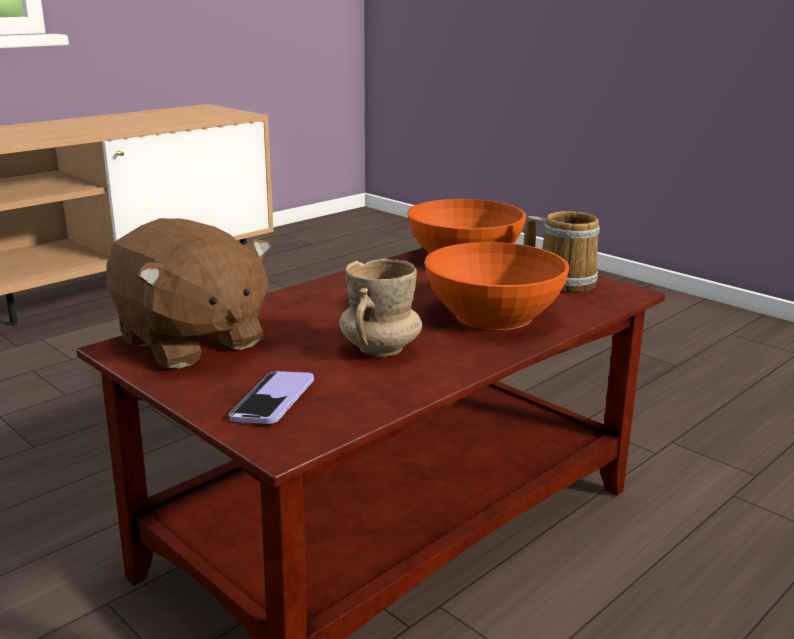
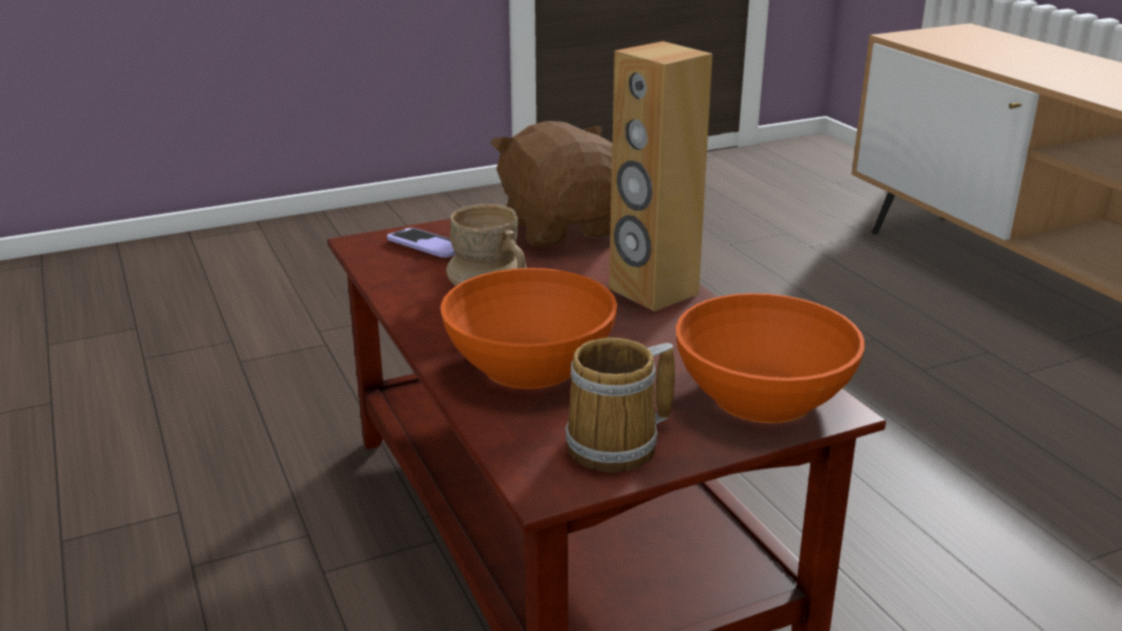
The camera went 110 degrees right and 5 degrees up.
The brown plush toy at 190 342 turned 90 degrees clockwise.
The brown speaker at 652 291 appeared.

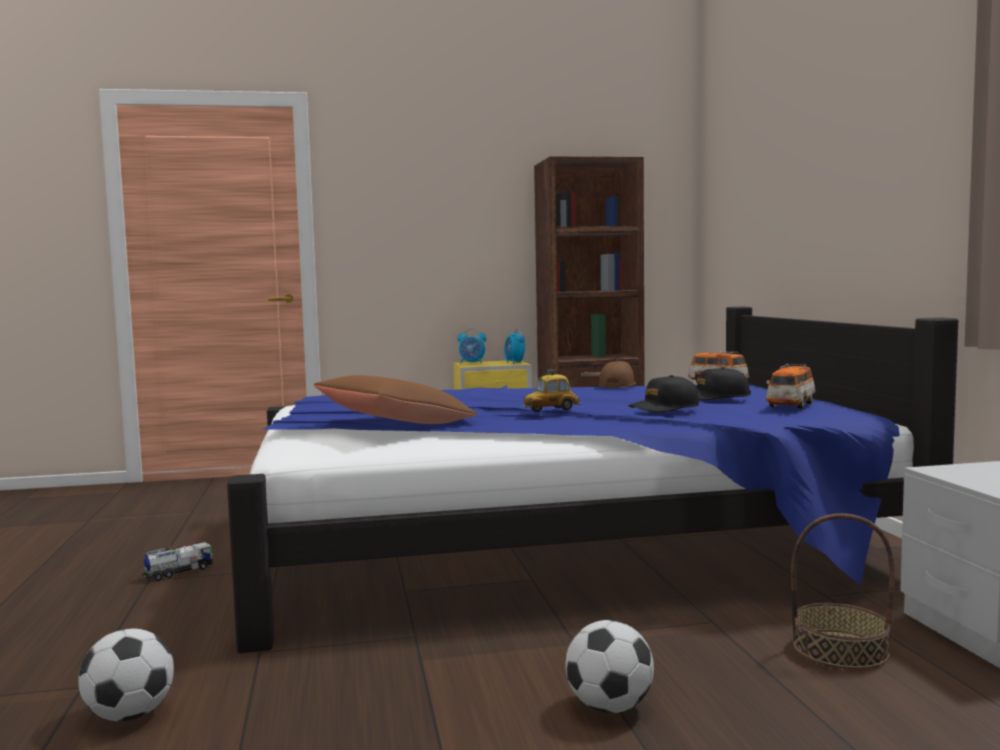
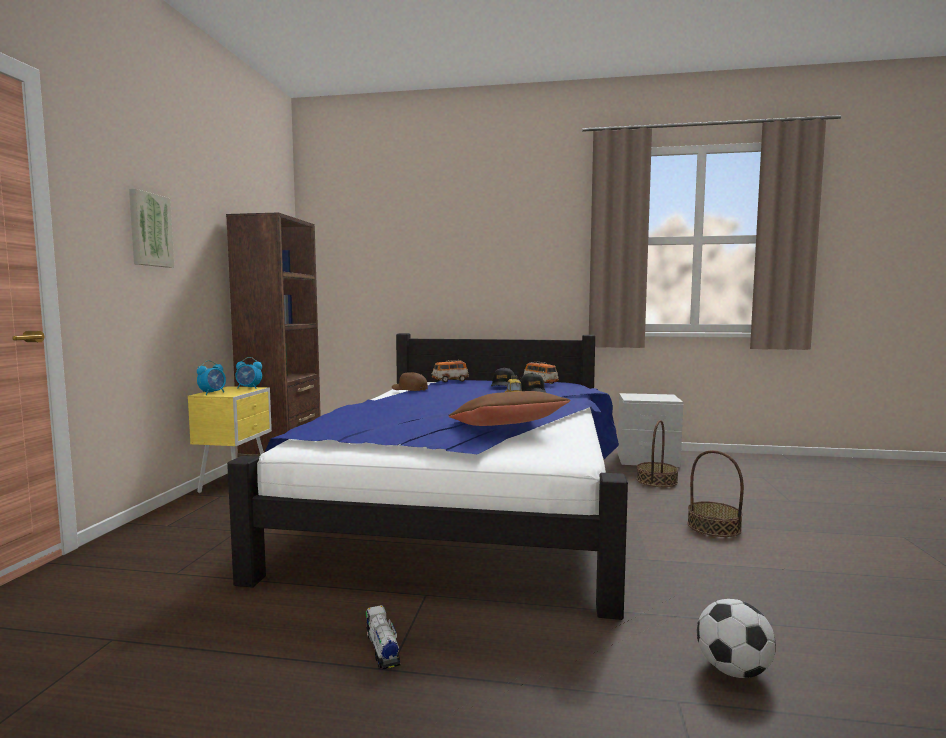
The camera went 70 degrees left and 0 degrees up.
The football at 609 707 was replaced by the basket at 714 527.
The picture at 149 230 appeared.

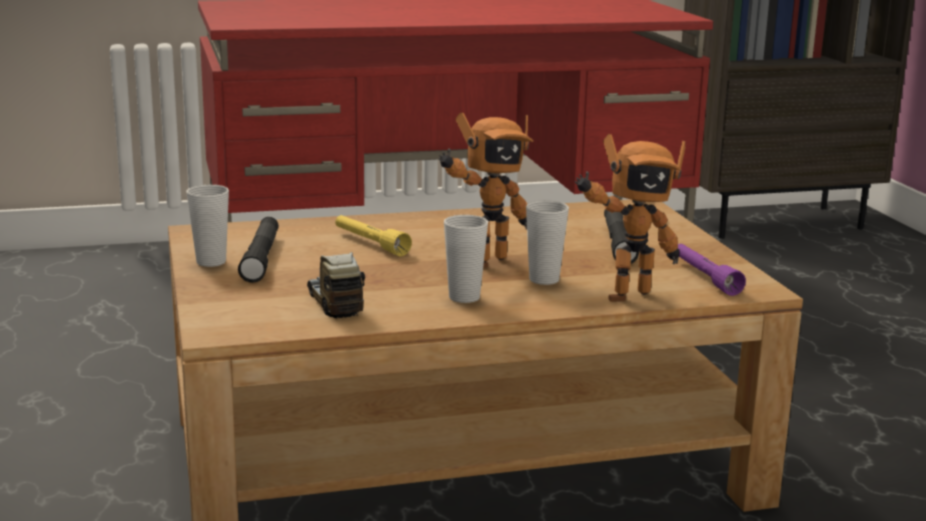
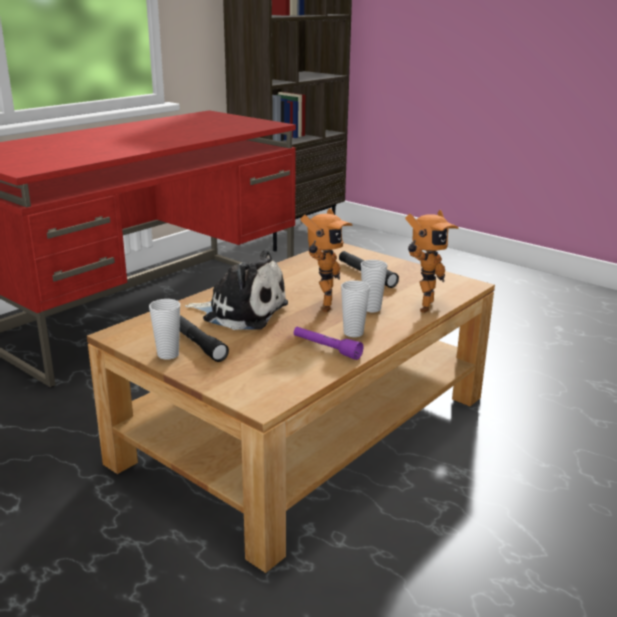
The camera went 35 degrees left and 5 degrees up.
The toy truck at 335 304 disappeared.
The yellow flashlight at 370 243 was replaced by the plush toy at 241 312.
The purple flashlight moved from 705 277 to 326 348.

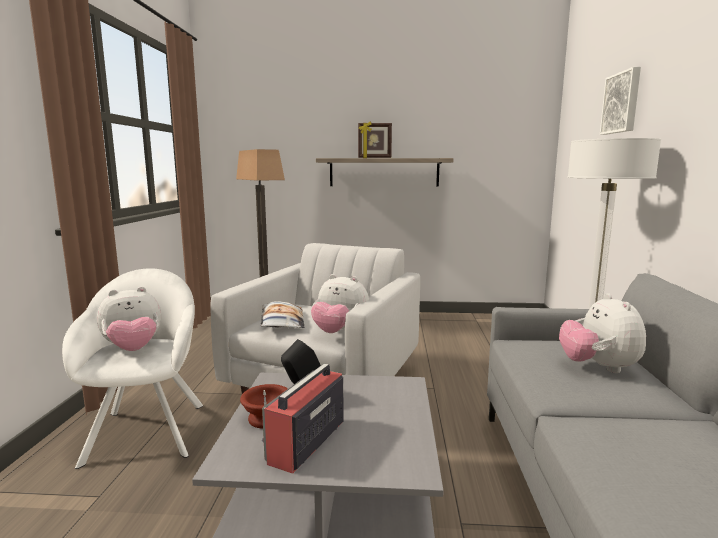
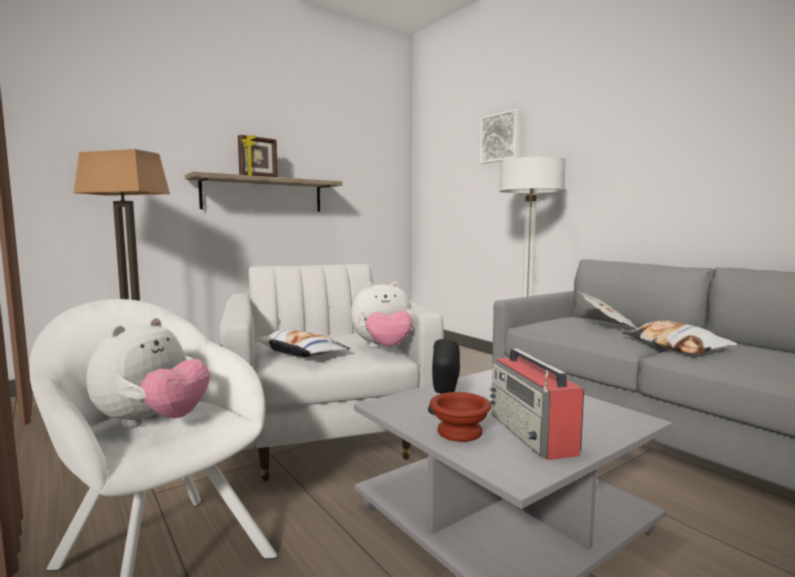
The camera went 40 degrees left and 5 degrees down.
The plush toy at 598 367 was replaced by the newspaper at 608 327.
The pillow at 675 346 appeared.

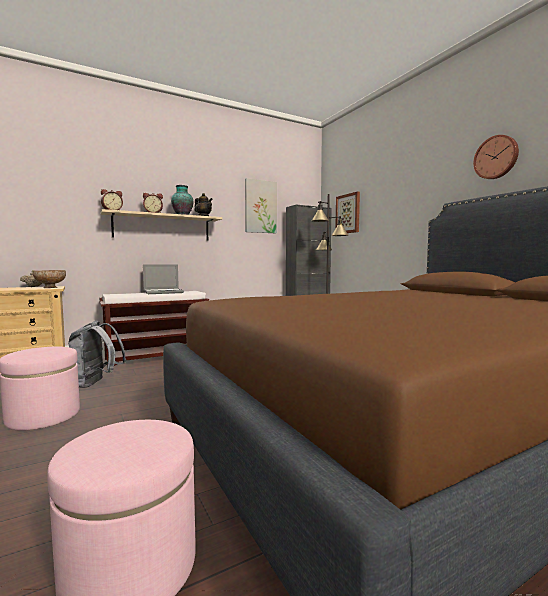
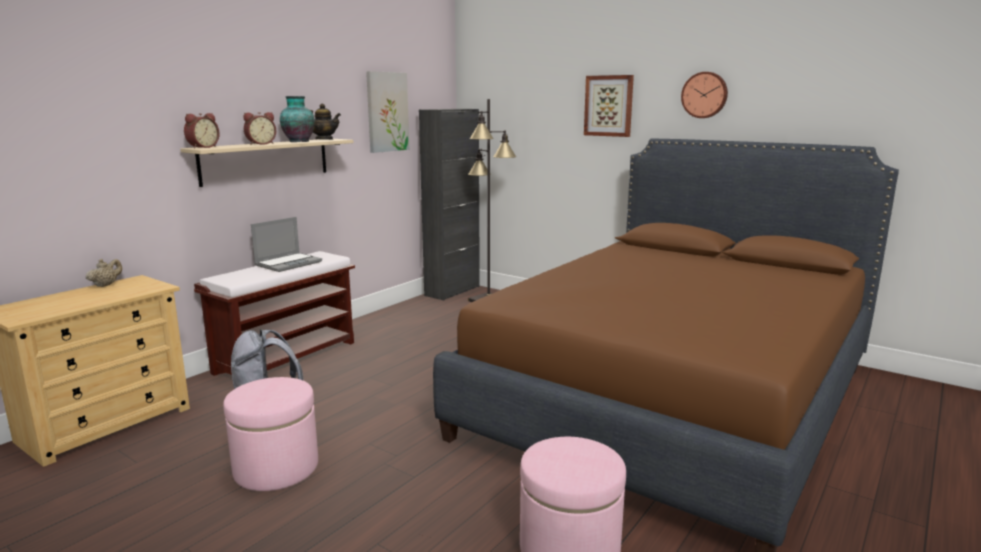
The camera went 25 degrees left and 10 degrees up.
The bowl at 50 287 disappeared.
The picture moved from 348 214 to 609 106.

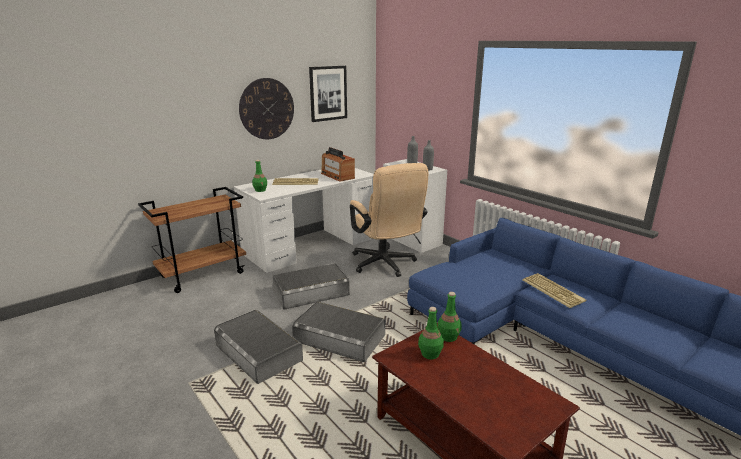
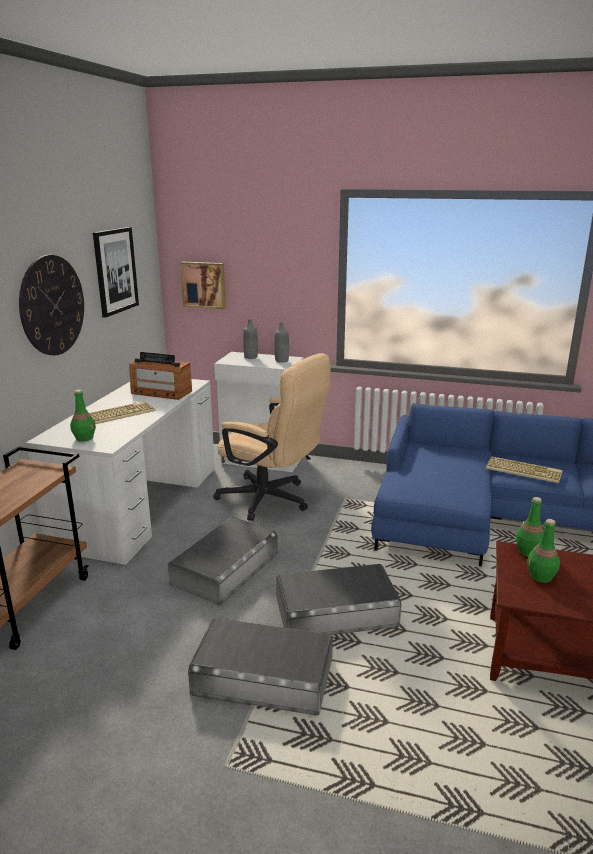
The camera went 35 degrees left and 0 degrees up.
The picture at 204 284 appeared.

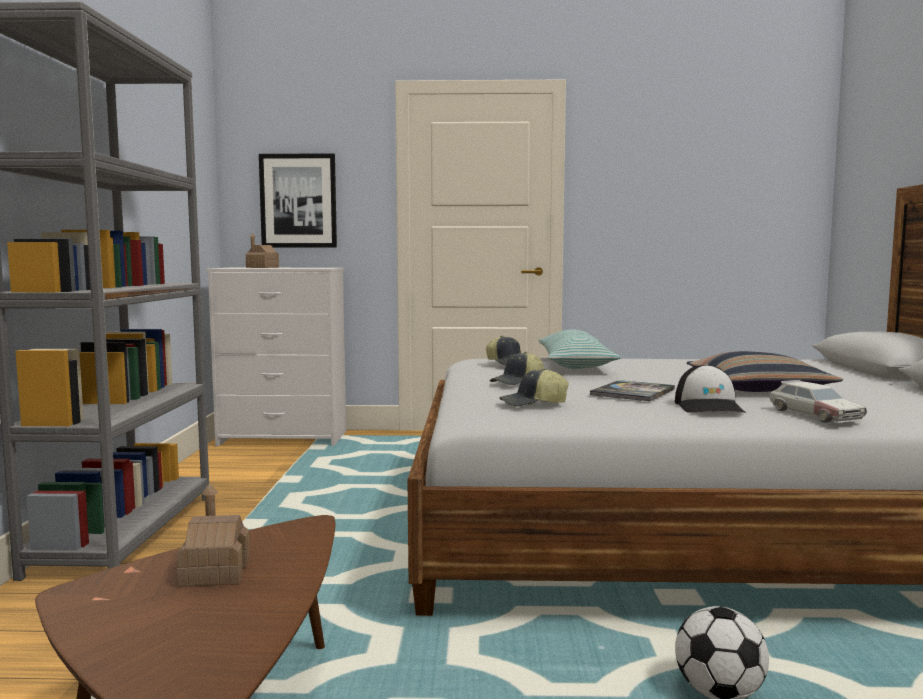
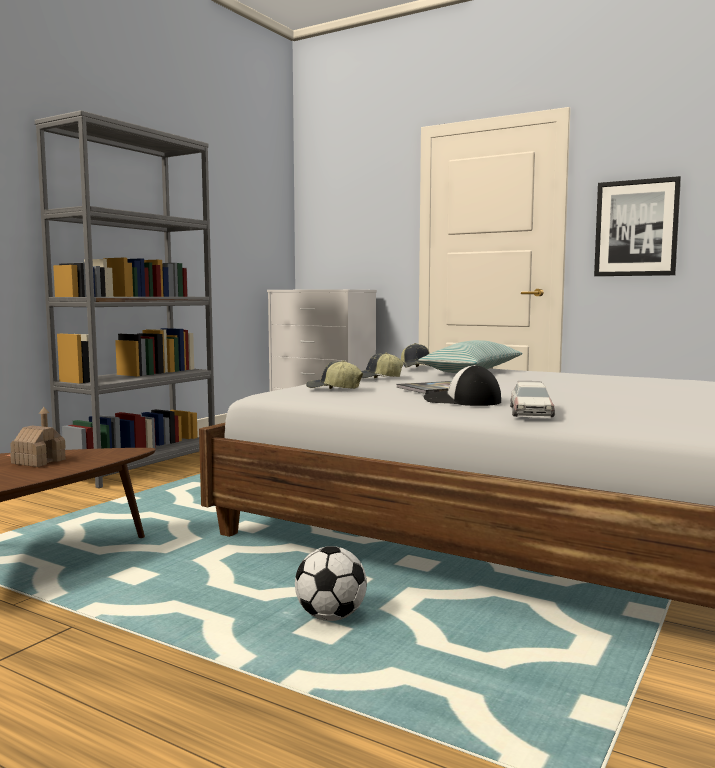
The camera went 30 degrees right and 0 degrees up.
The toy house at 262 267 disappeared.
The picture moved from 298 201 to 636 228.
The cap at 709 407 turned 90 degrees clockwise.
The pillow at 758 388 disappeared.

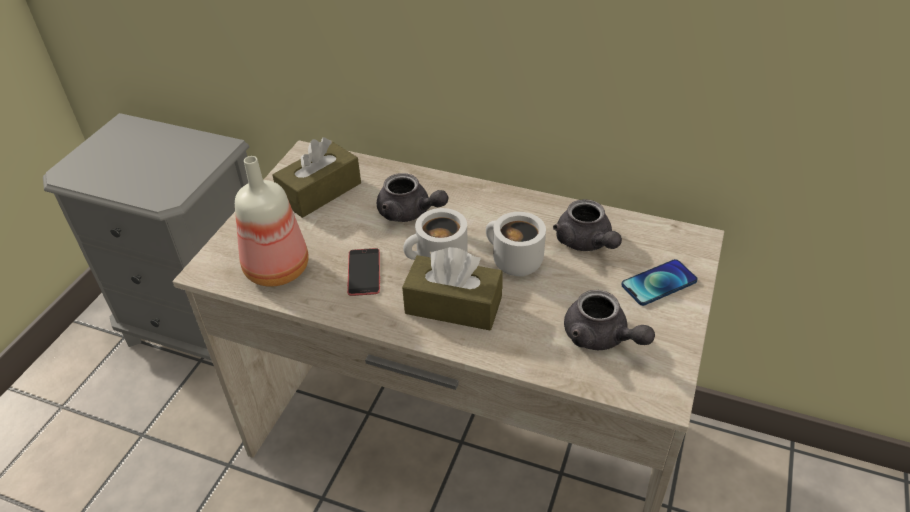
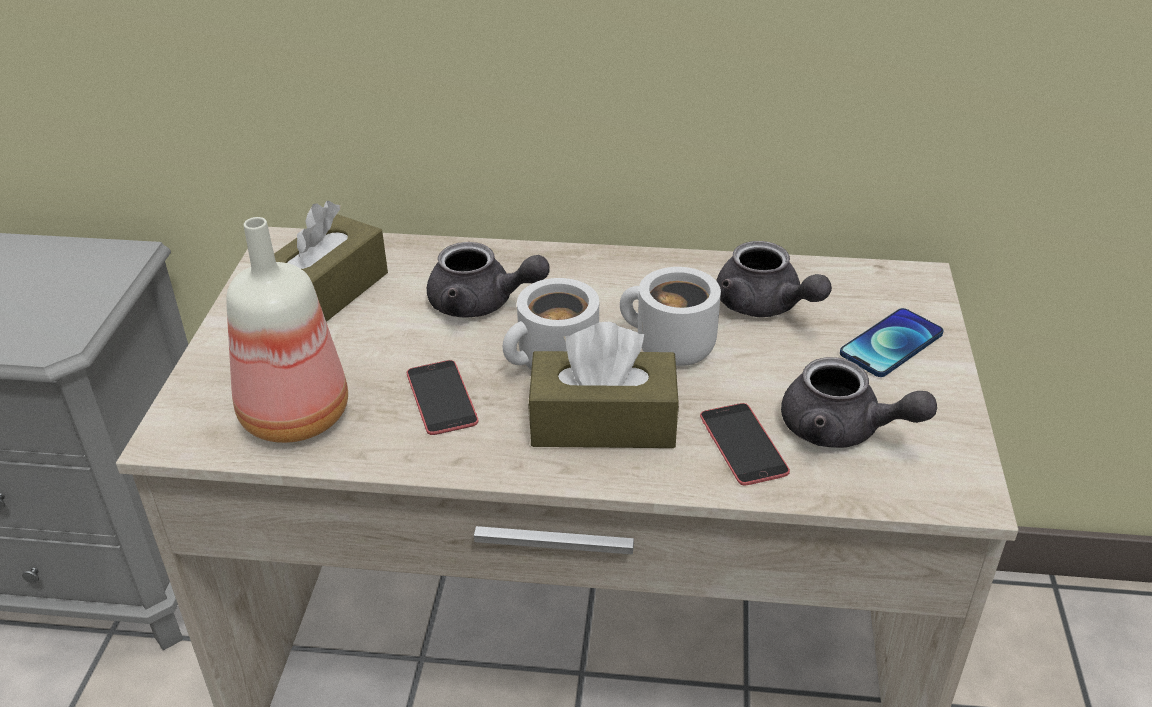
The camera went 15 degrees left and 5 degrees down.
The phone at 743 444 appeared.

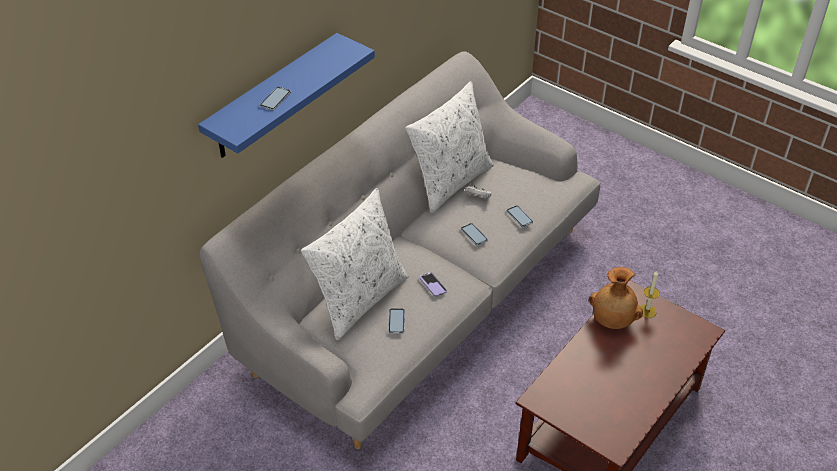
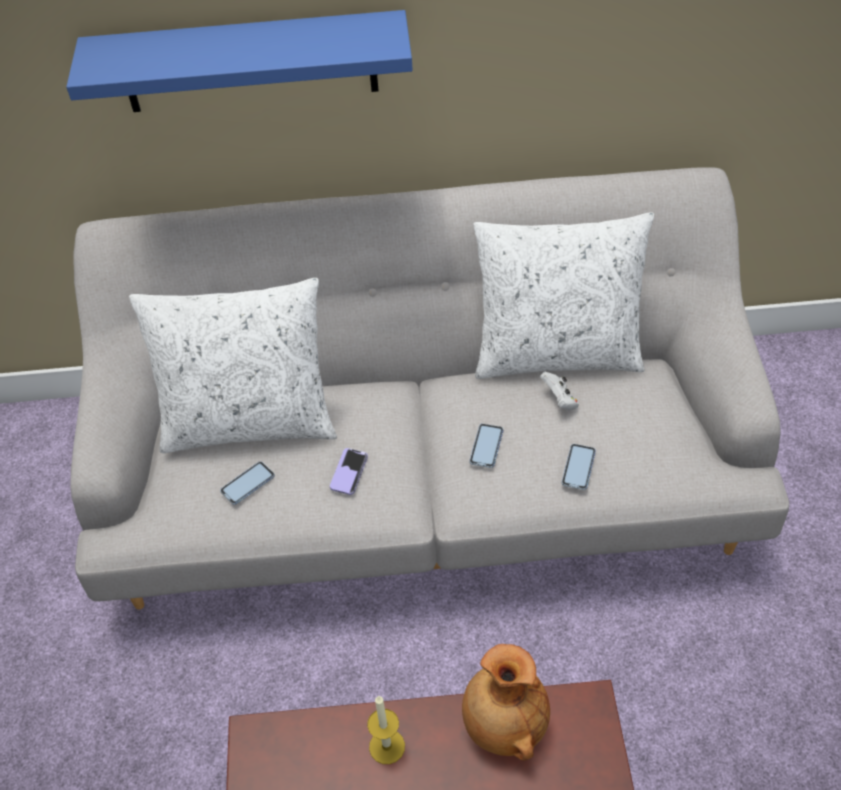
The camera went 50 degrees right and 5 degrees up.
The phone at 275 99 disappeared.
The candle moved from 647 311 to 387 746.

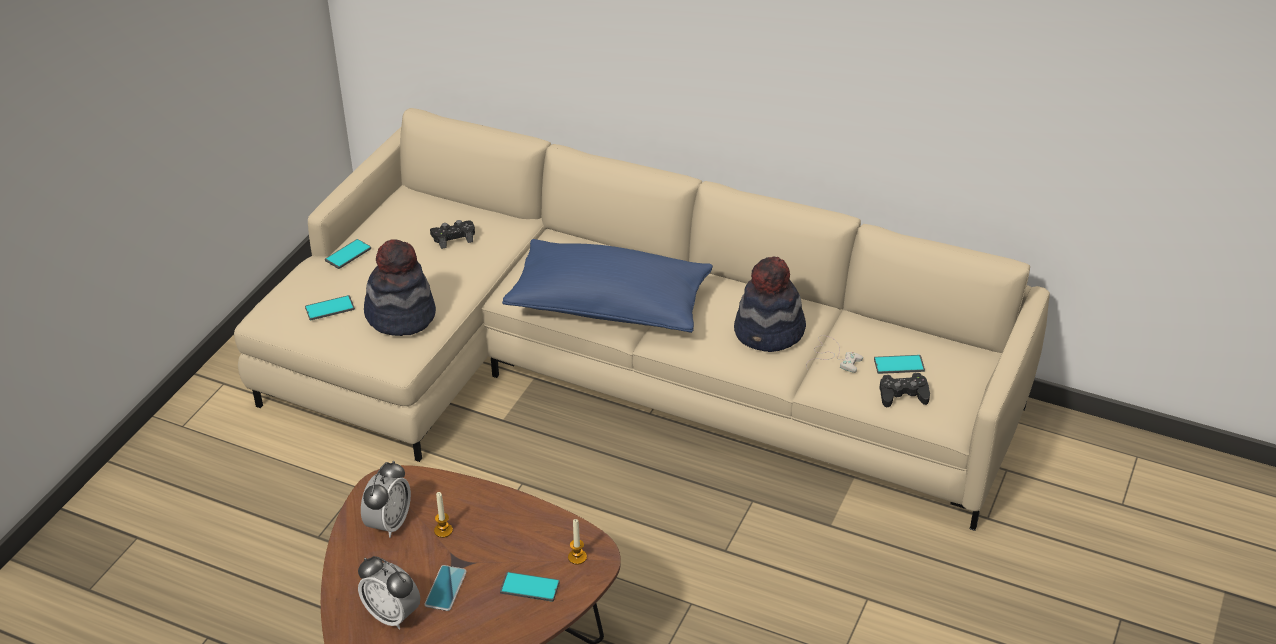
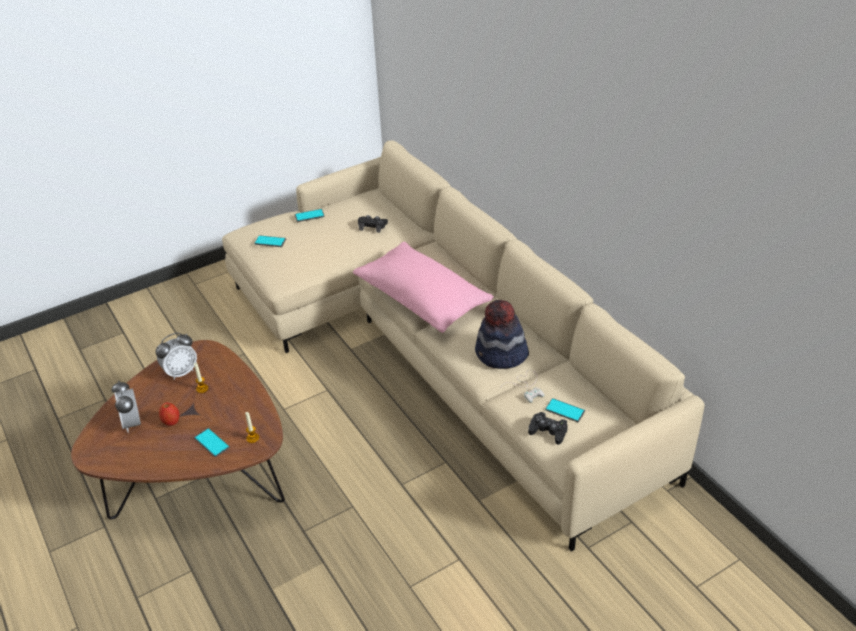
The camera went 35 degrees right and 0 degrees up.
The hat at 401 315 disappeared.
The phone at 445 588 was replaced by the apple at 171 422.
The blue pillow at 609 306 became the pink pillow at 422 300.

